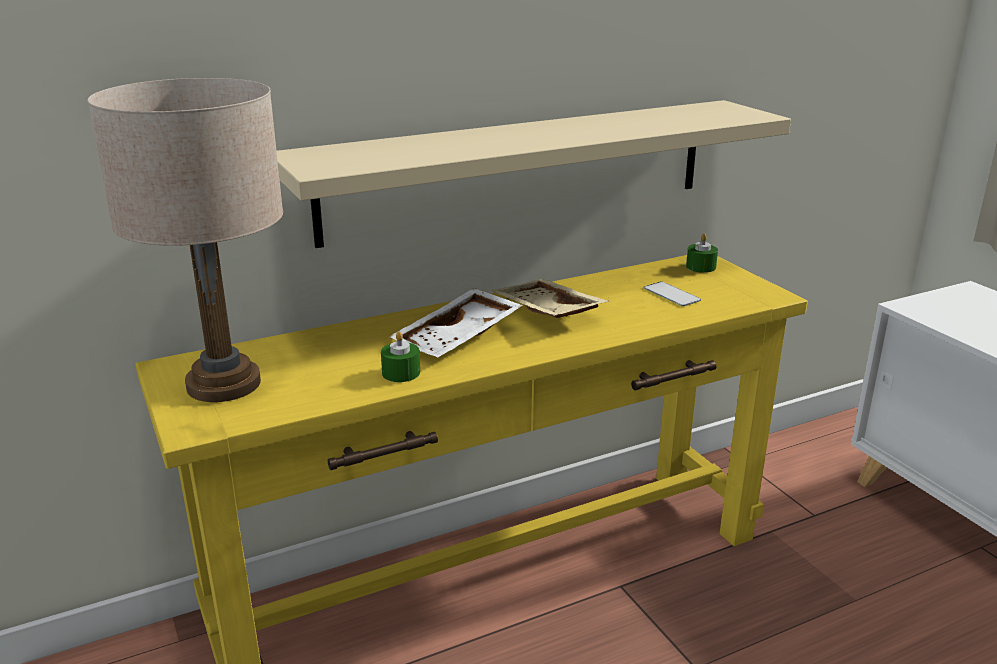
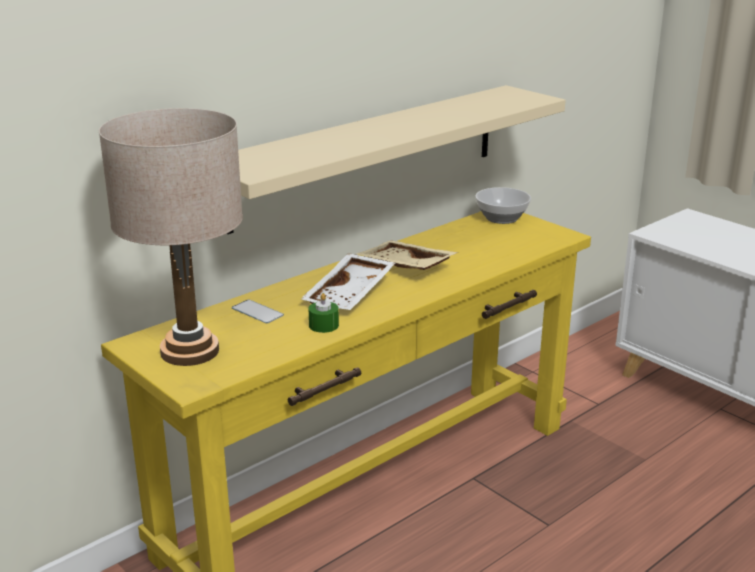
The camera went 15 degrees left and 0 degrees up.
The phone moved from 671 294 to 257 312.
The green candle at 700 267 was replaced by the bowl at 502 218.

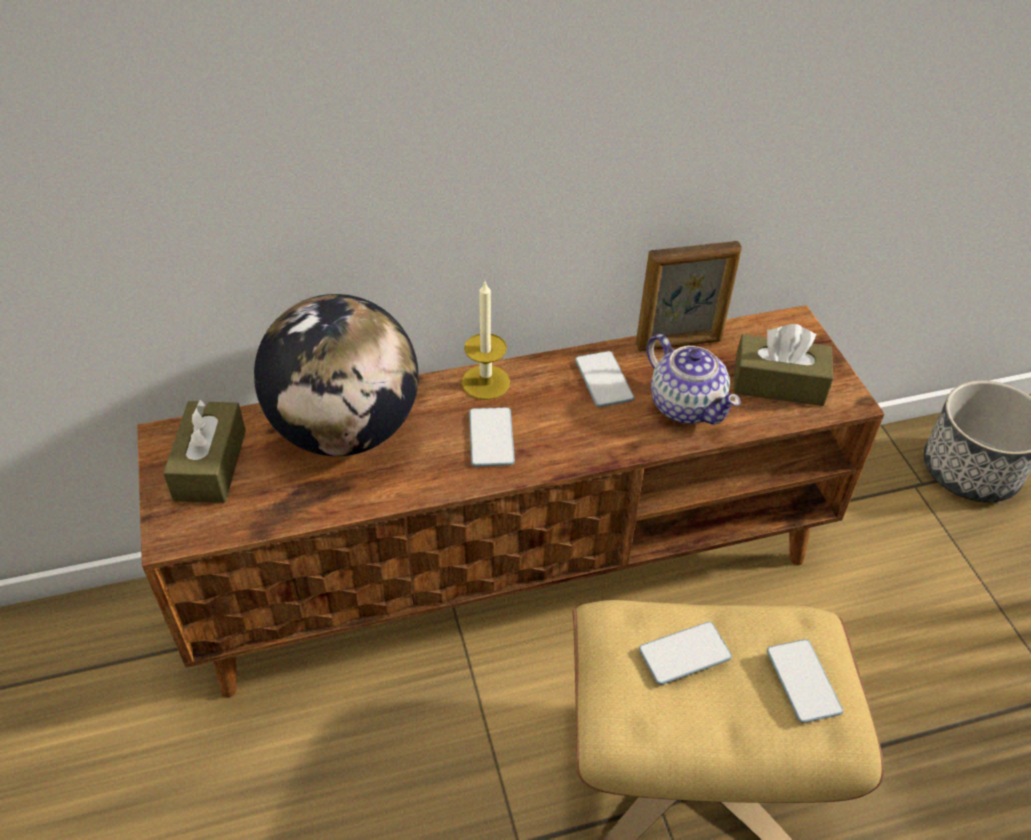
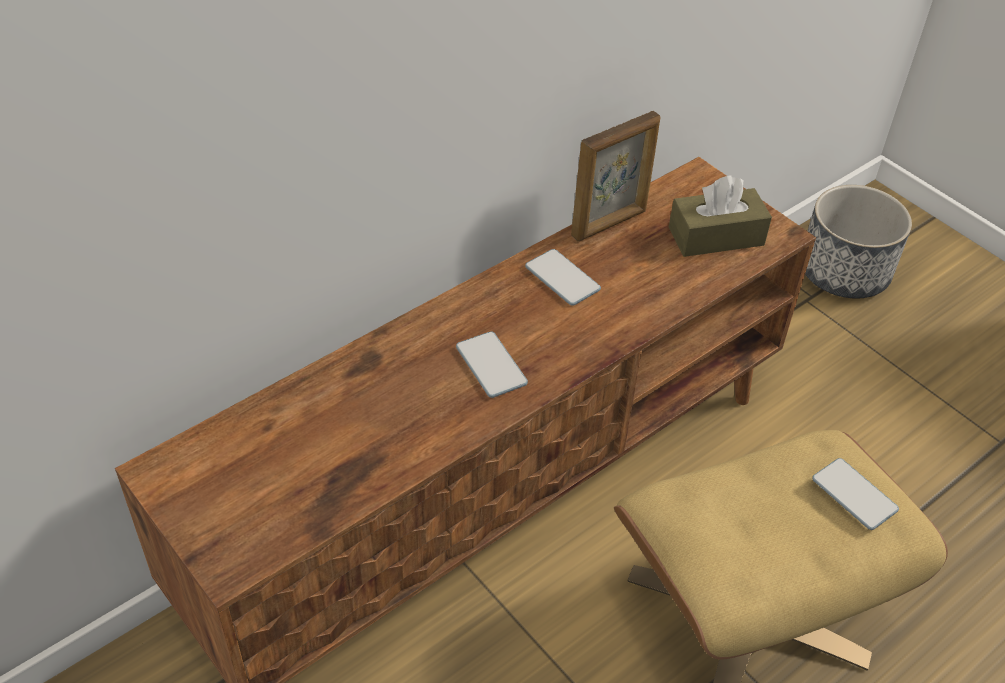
The camera went 25 degrees left and 0 degrees up.
The brown tissue box at 210 465 disappeared.
The globe at 346 430 disappeared.
The candle at 485 382 disappeared.
The phone at 684 654 disappeared.
The teapot at 686 405 disappeared.

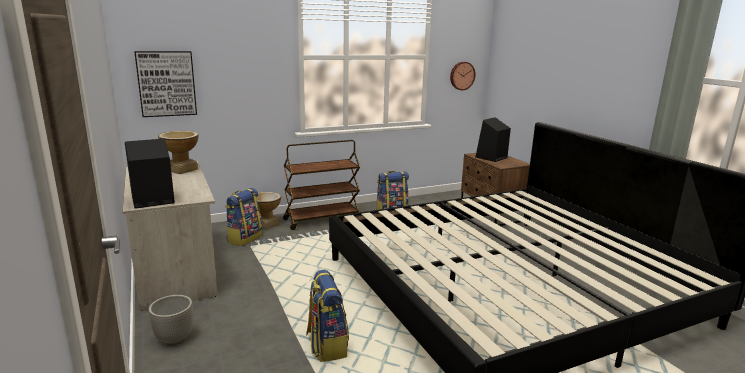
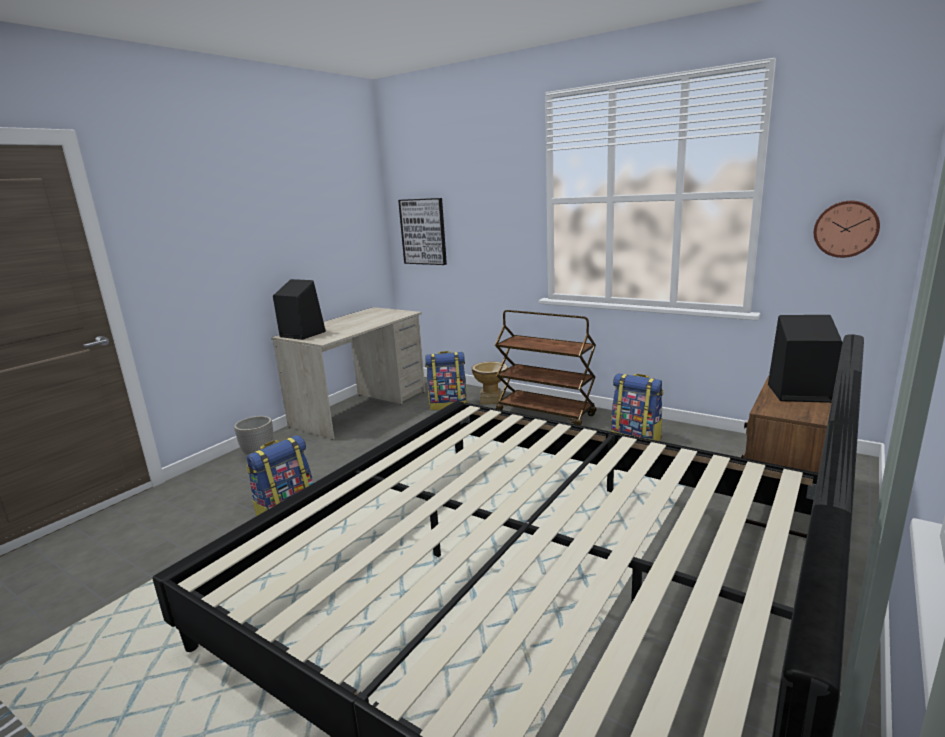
The camera went 60 degrees right and 0 degrees up.
The vase at 182 170 disappeared.

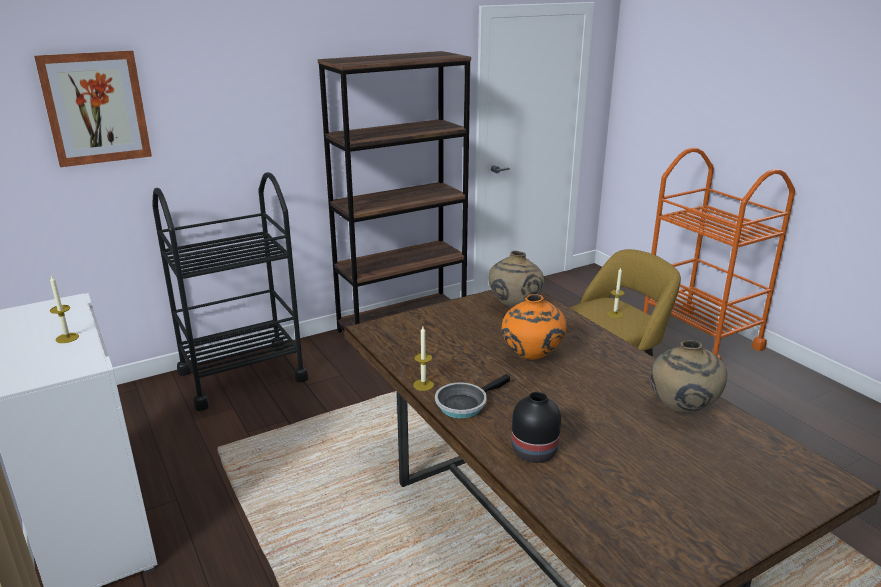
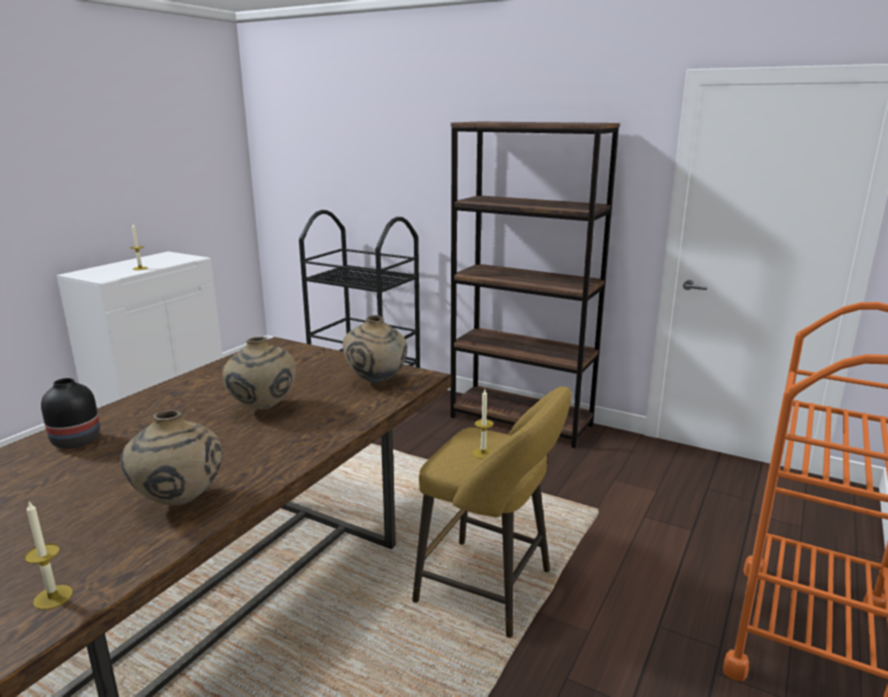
The camera went 60 degrees right and 5 degrees down.
The picture at 95 108 disappeared.
The candle moved from 423 385 to 53 597.
The frying pan at 464 404 disappeared.
The orange vase at 532 358 became the beige vase at 263 409.

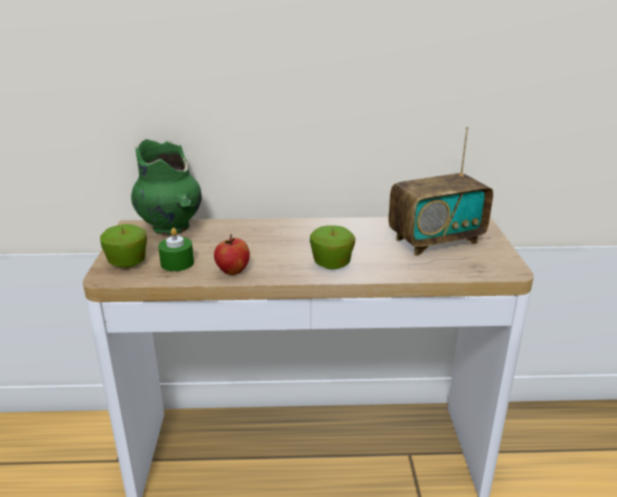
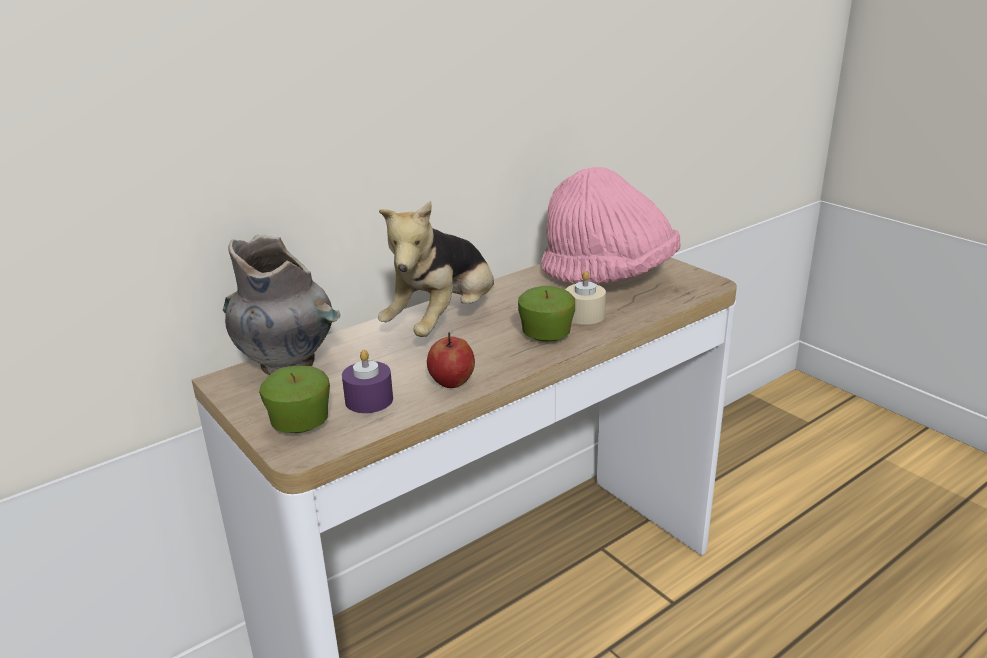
The camera went 35 degrees left and 0 degrees up.
The green vase at 171 228 became the grey vase at 289 364.
The green candle at 177 263 became the purple candle at 369 400.
The radio at 435 241 was replaced by the pink hat at 608 277.
The plush toy at 444 322 appeared.
The beige candle at 584 315 appeared.

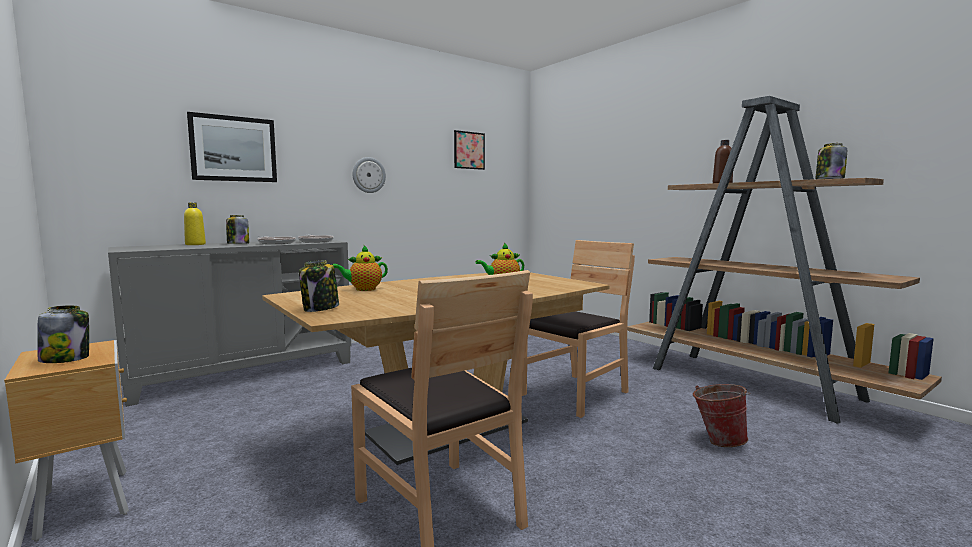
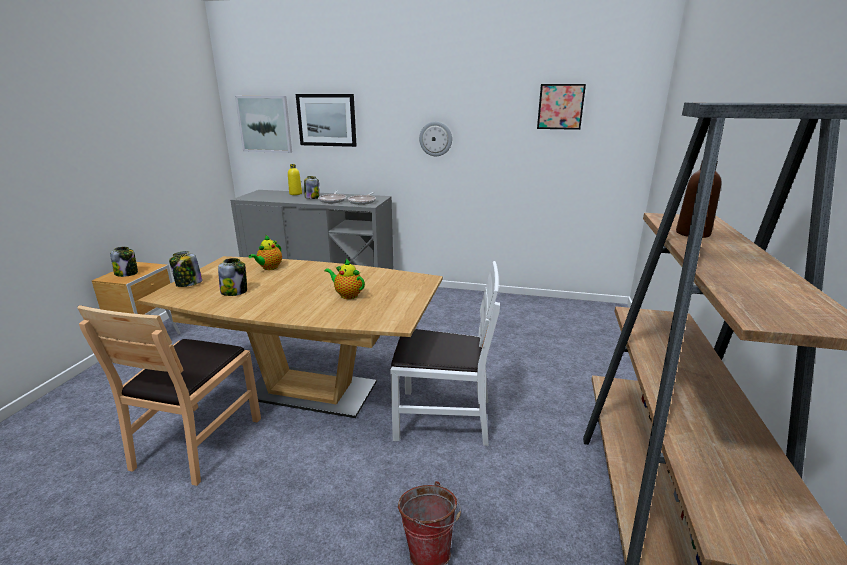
The camera went 50 degrees right and 15 degrees up.
The teapot at 363 289 turned 90 degrees counterclockwise.
The brown chair at 575 394 became the white chair at 442 417.
The jar moved from 829 179 to 234 292.
The picture at 265 124 appeared.

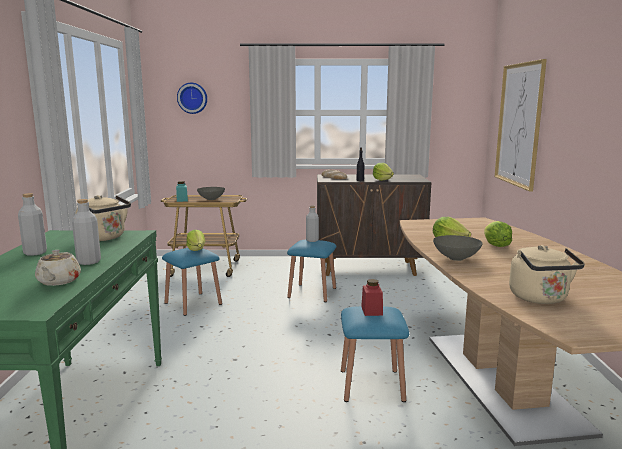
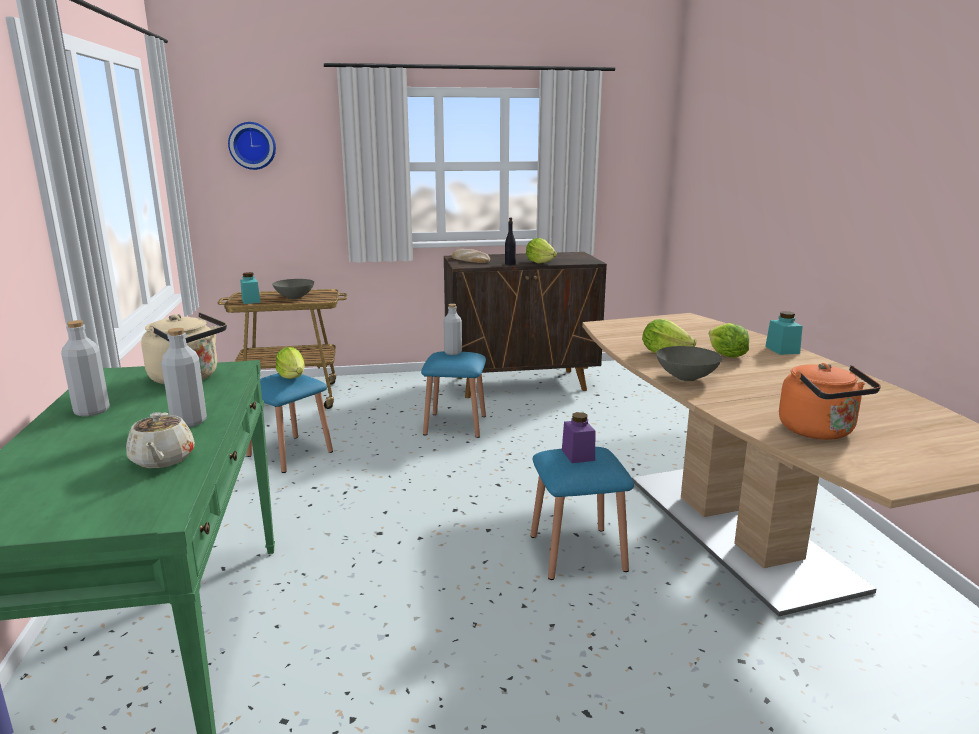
The camera went 10 degrees left and 5 degrees up.
The red jar at 371 311 became the purple jar at 578 455.
The picture at 519 124 disappeared.
The beige kettle at 540 299 became the orange kettle at 820 432.
The turquoise jar at 782 350 appeared.

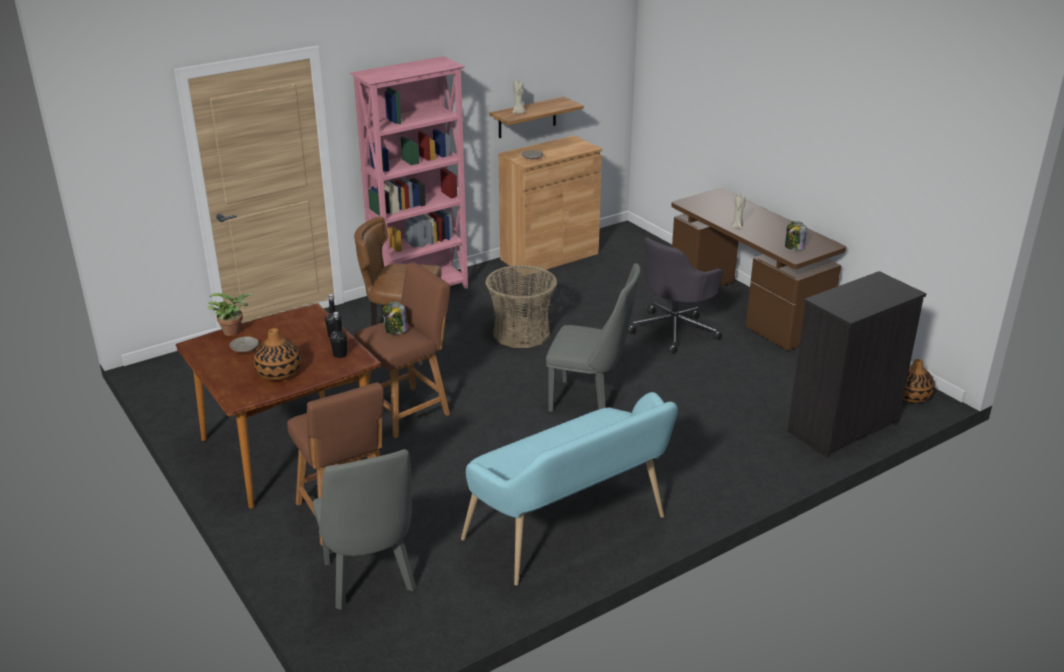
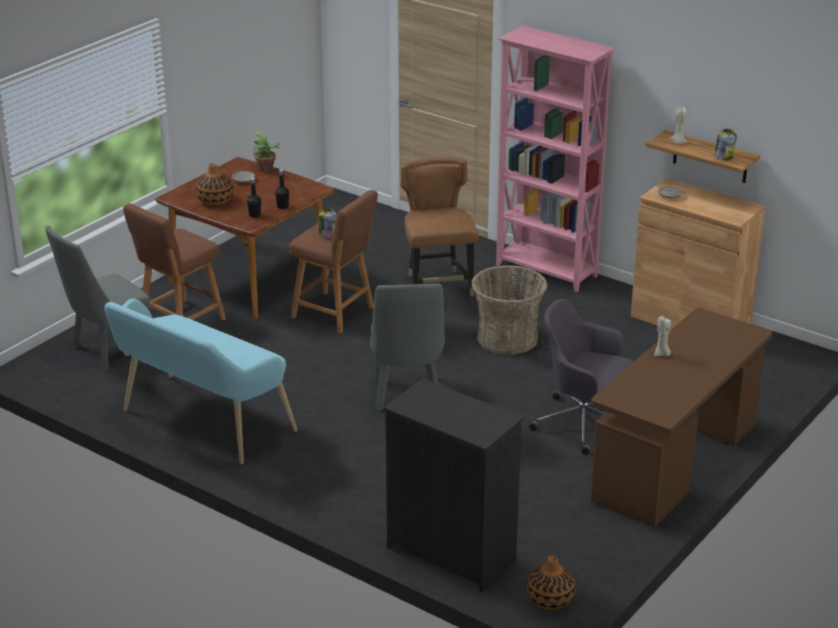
The camera went 70 degrees right and 0 degrees up.
The jar moved from 794 247 to 723 156.

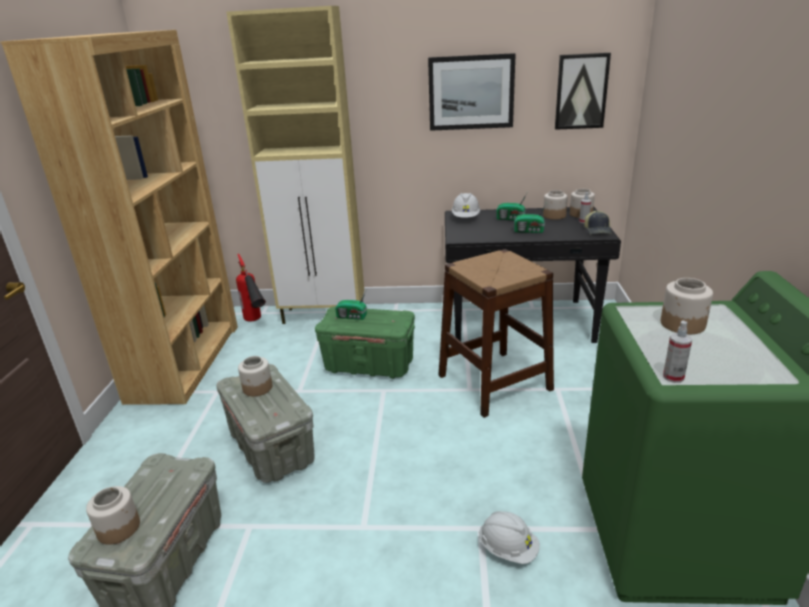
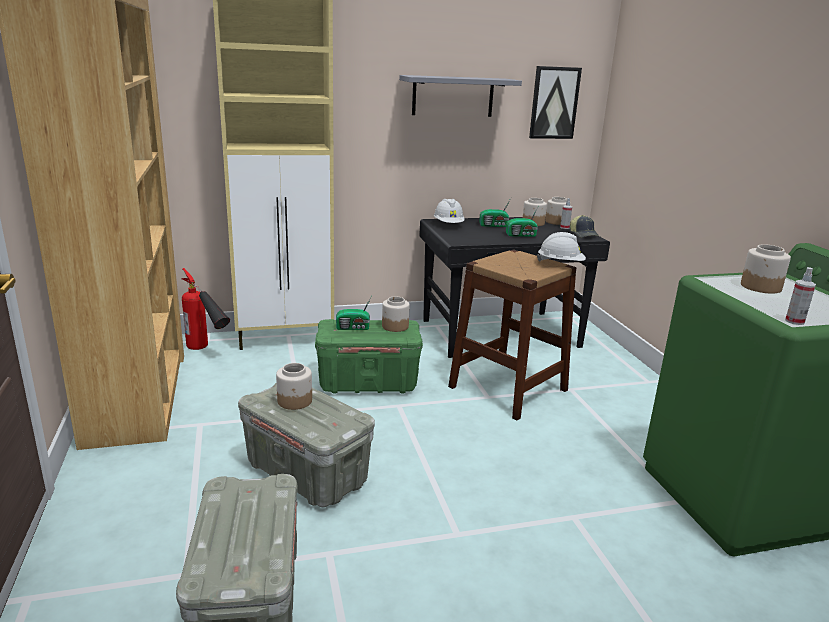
The camera went 20 degrees left and 5 degrees down.
The jar moved from 119 528 to 395 326.
The picture at 471 92 was replaced by the grey shelf at 453 96.
The white hard hat moved from 508 549 to 560 264.

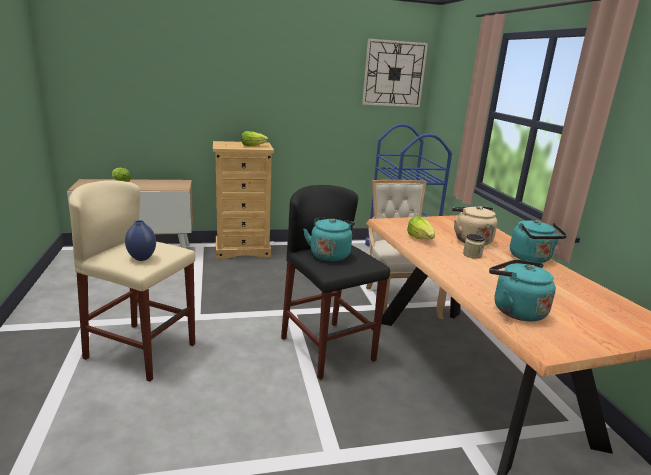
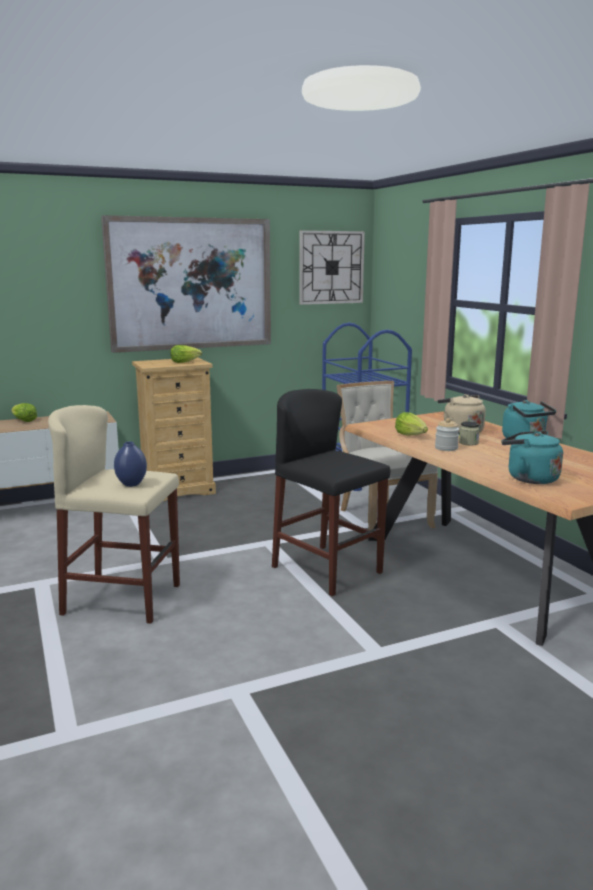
The camera went 10 degrees left and 5 degrees down.
The turquoise kettle at 330 254 disappeared.
The picture at 190 284 appeared.
The jar at 446 448 appeared.

